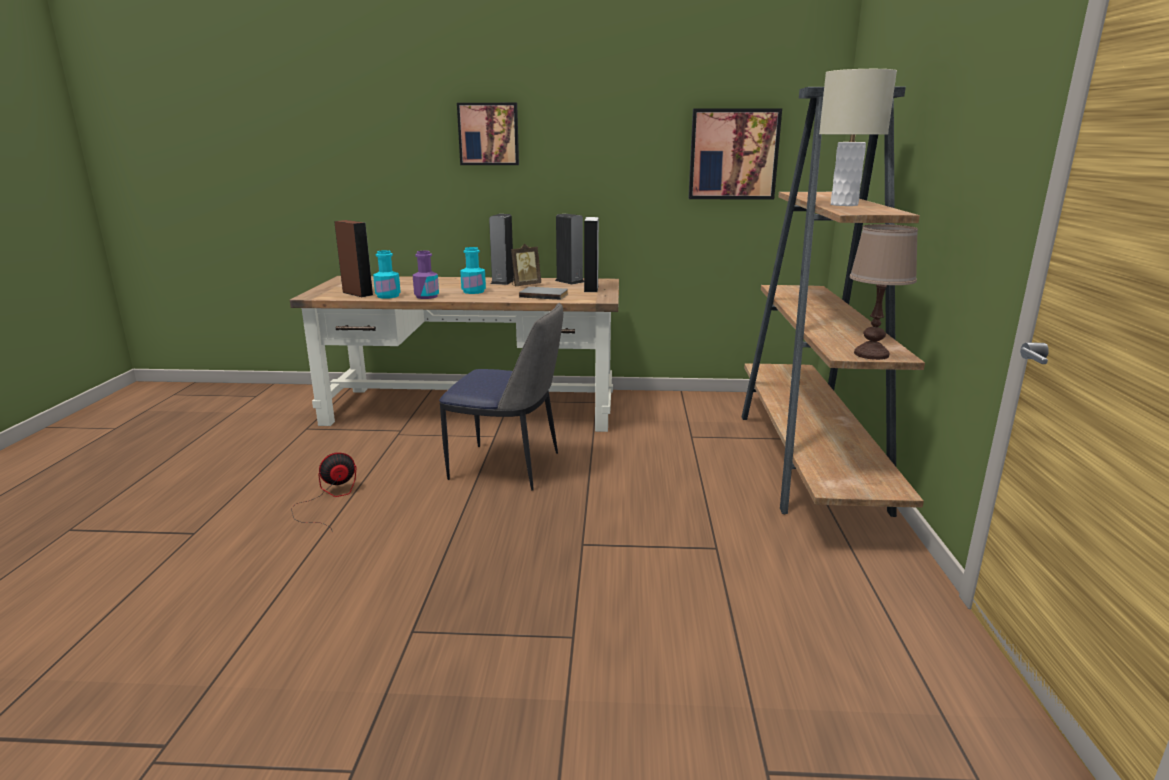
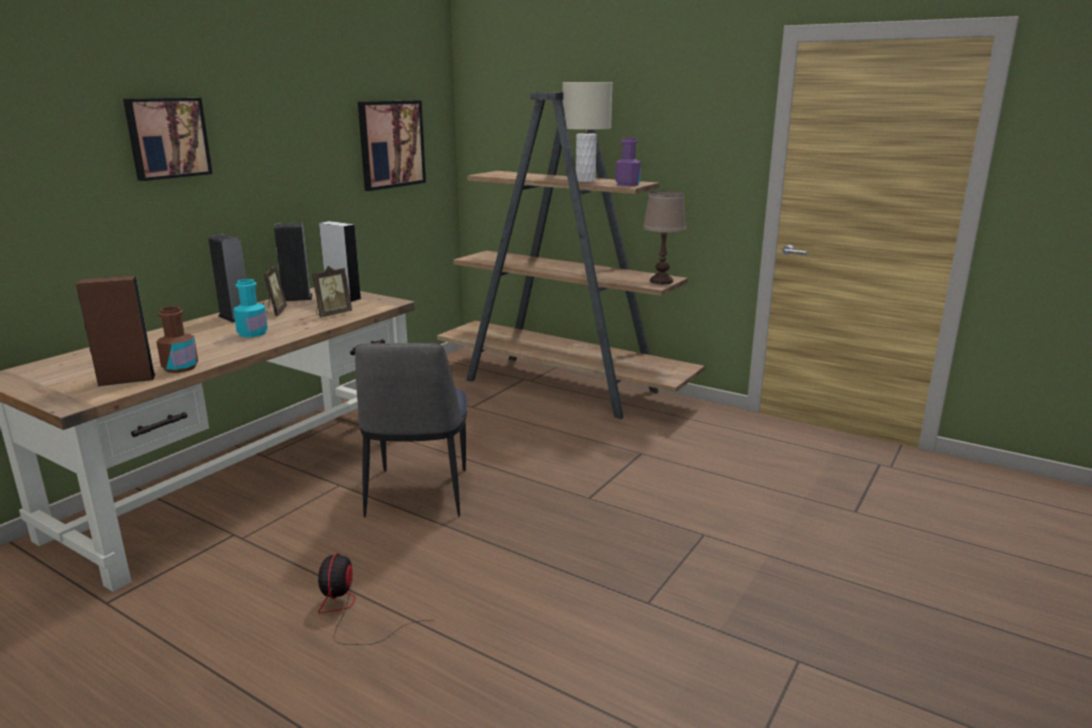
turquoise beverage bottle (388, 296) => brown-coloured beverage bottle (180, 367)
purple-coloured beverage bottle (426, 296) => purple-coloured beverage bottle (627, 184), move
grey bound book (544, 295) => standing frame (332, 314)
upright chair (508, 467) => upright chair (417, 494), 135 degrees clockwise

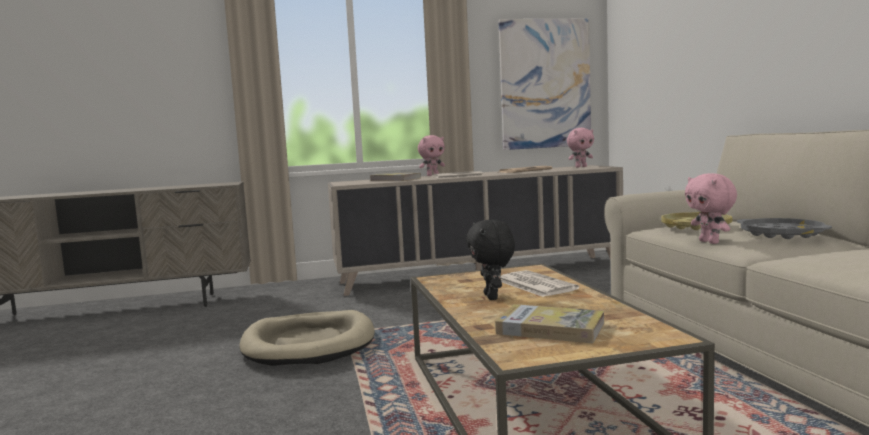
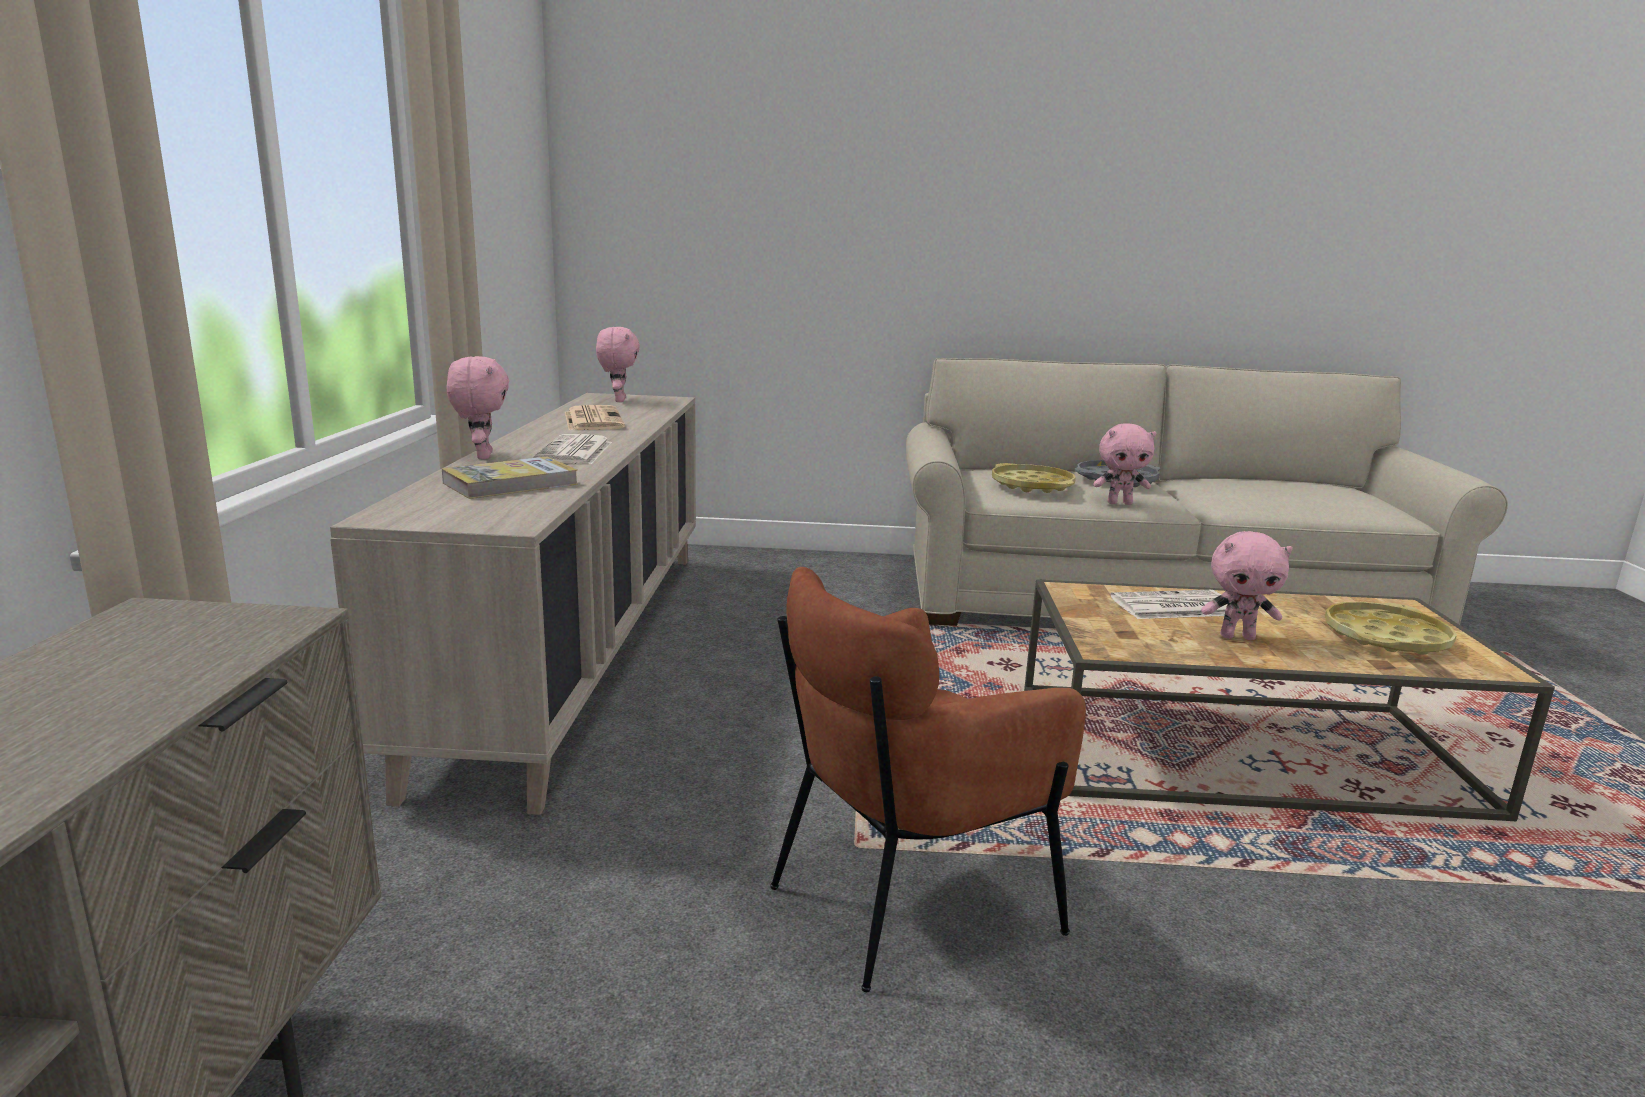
picture (545, 84) => nothing
blackish soft toy (492, 297) => pink soft toy (1237, 637)
bound book (550, 328) => yellow-coloured carrying tray (1385, 638)
beige pet bed (309, 344) => brown-coloured easy chair (905, 900)

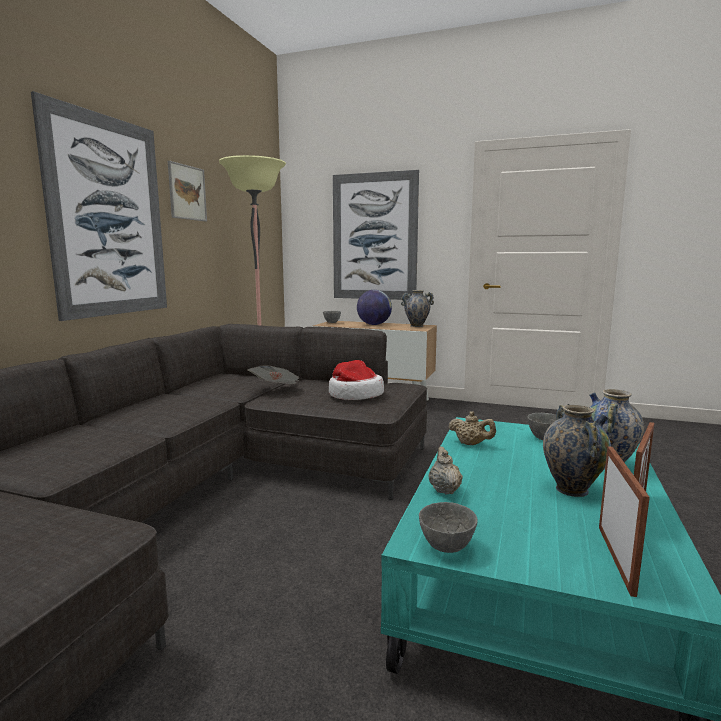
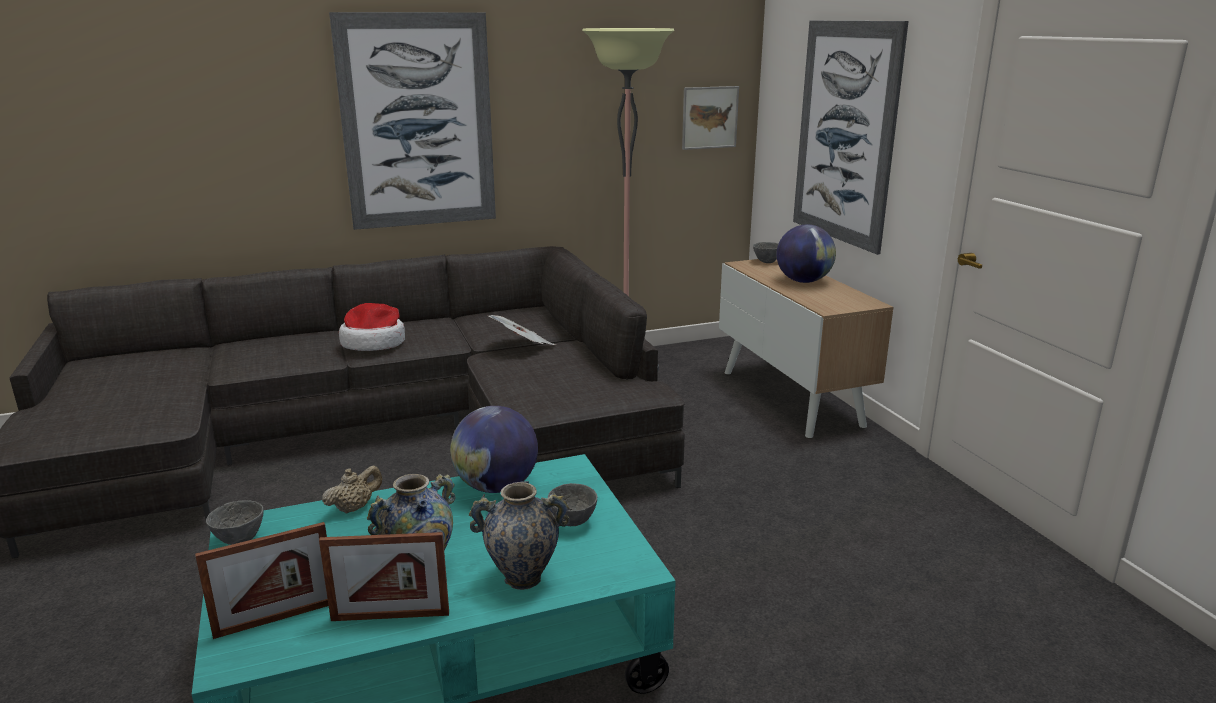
picture (187, 192) => picture (709, 117), move
vase (416, 326) => nothing
clothing hat (354, 395) => clothing hat (374, 343), move
beige pot for tea (471, 444) => globe (496, 487)

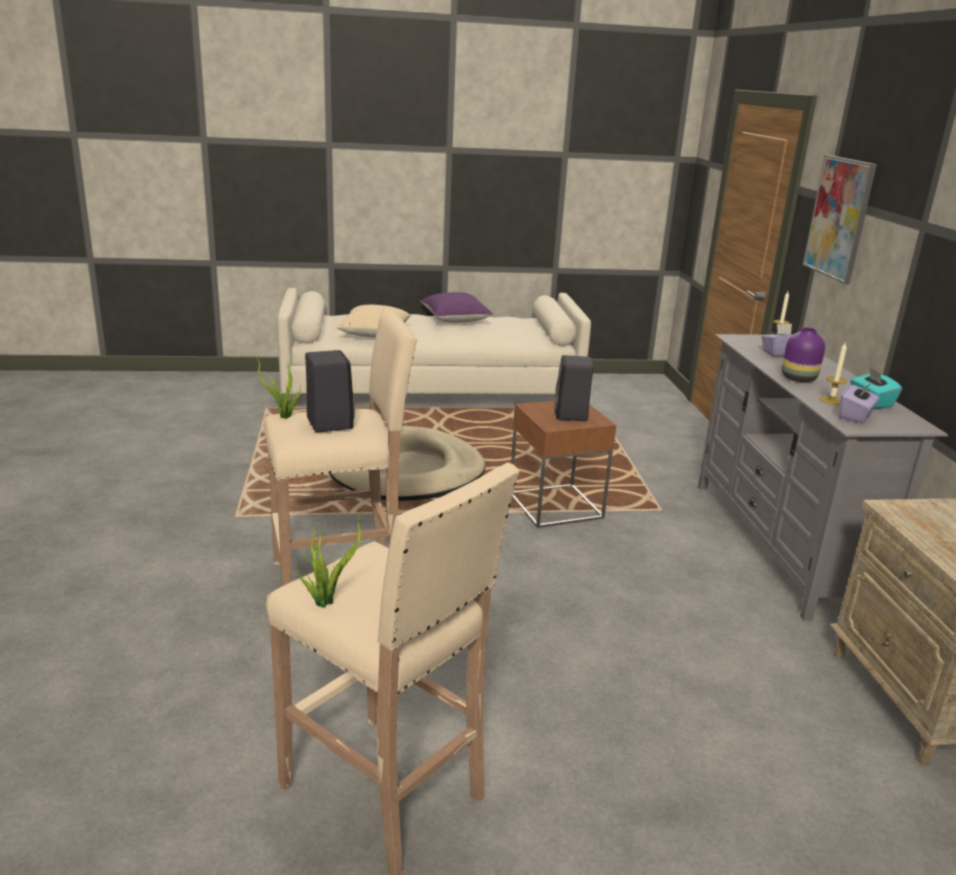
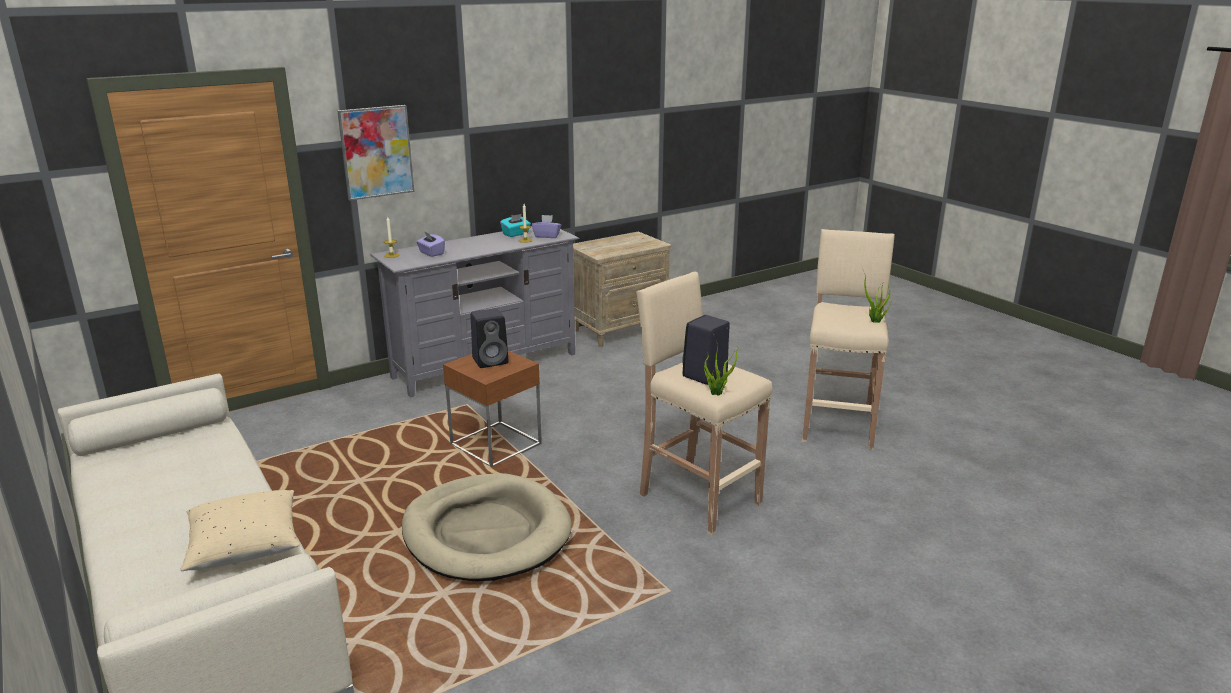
purple-coloured cushion (455, 320) => nothing
purple-coloured vase (797, 378) => nothing

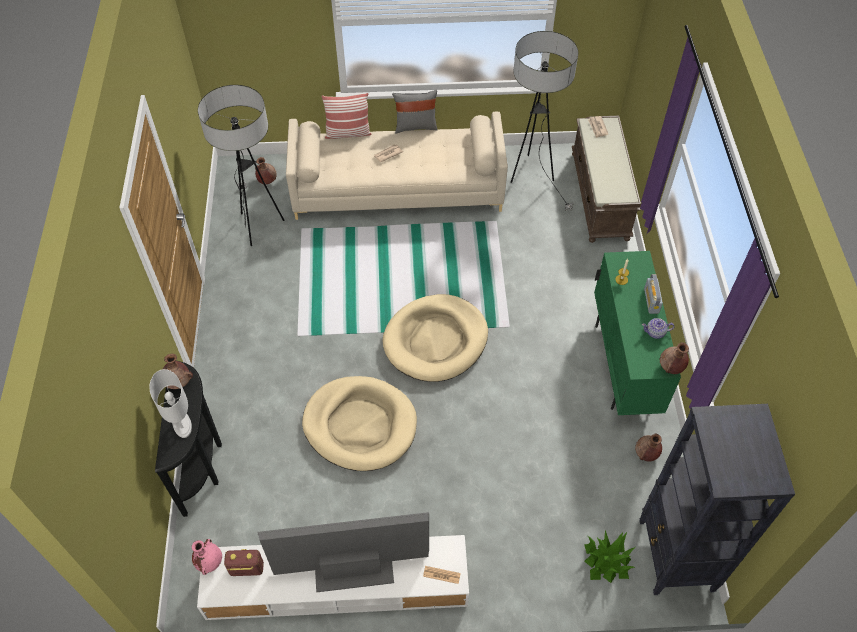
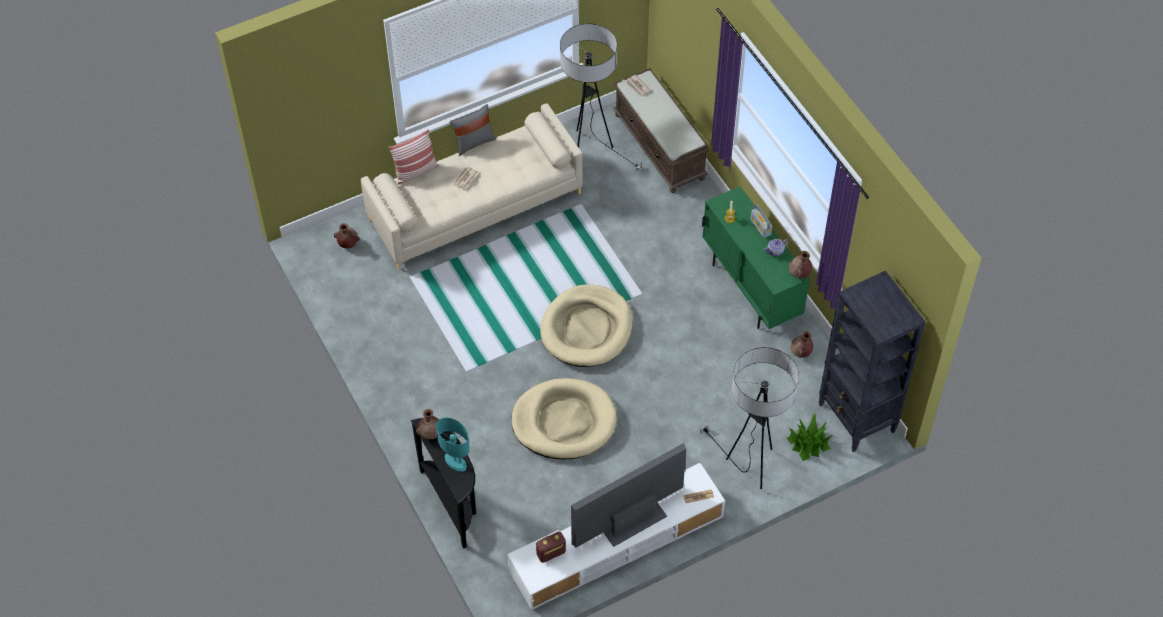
standing lamp (258, 227) => standing lamp (750, 466), move
white-coloured tabletop lamp (182, 424) => turquoise tabletop lamp (456, 462)
pink vase (209, 561) => nothing

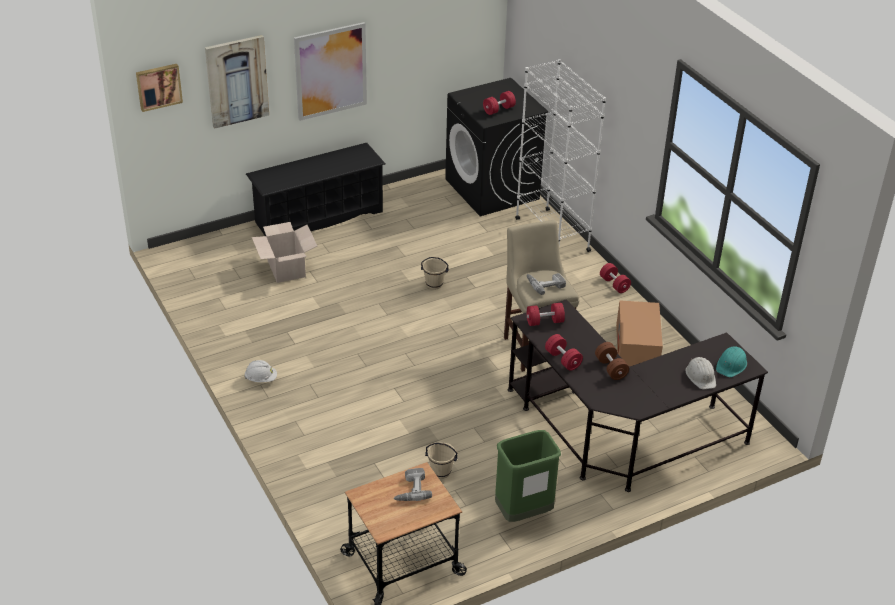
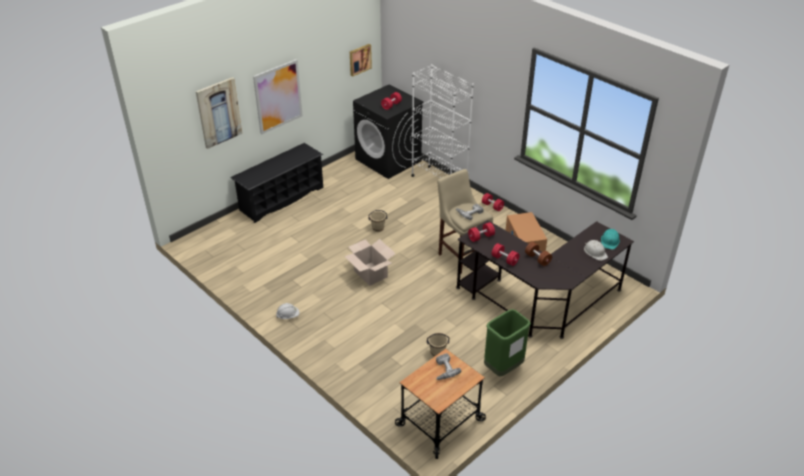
picture (158, 86) => picture (359, 59), move
packing box (287, 269) => packing box (371, 274), move

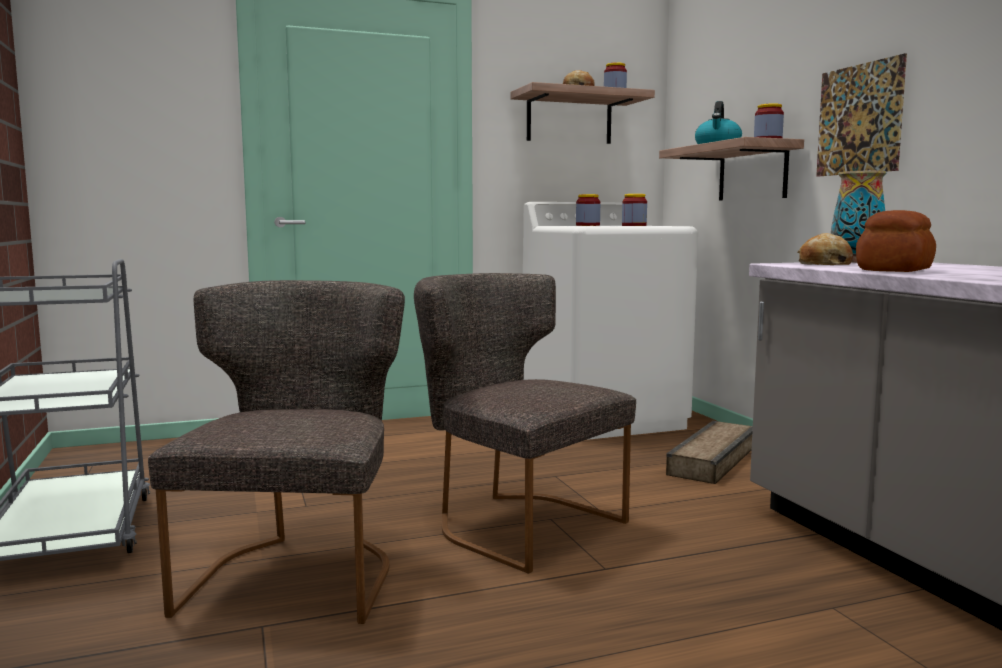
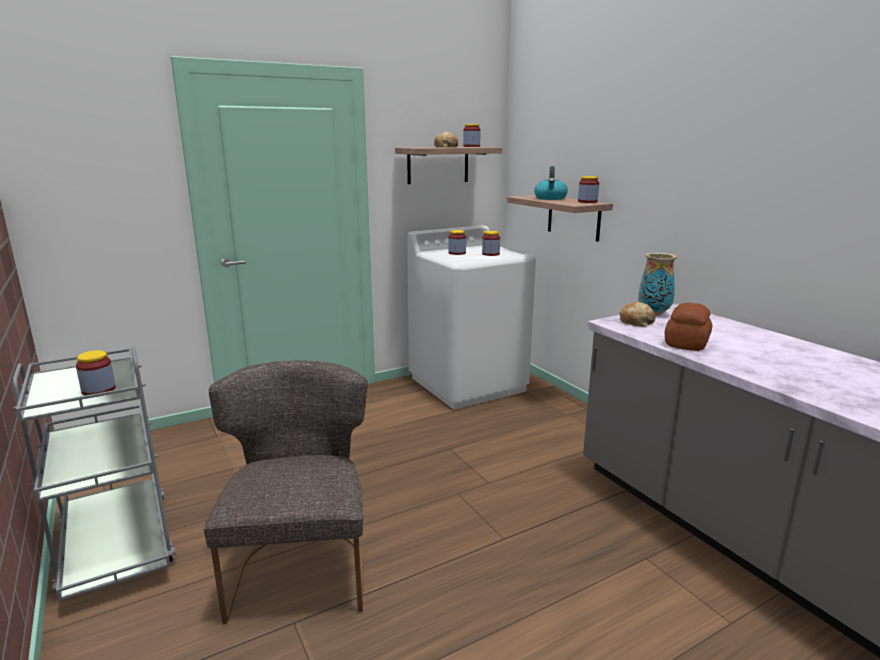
picture (859, 119) => nothing
grey upright chair (515, 523) => nothing
shipping crate (715, 459) => nothing
nothing => storage jar (98, 390)

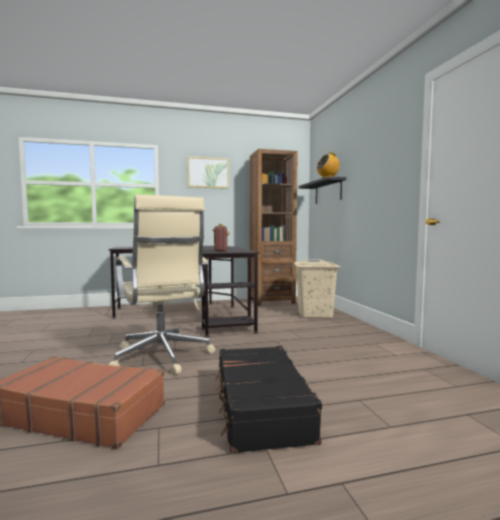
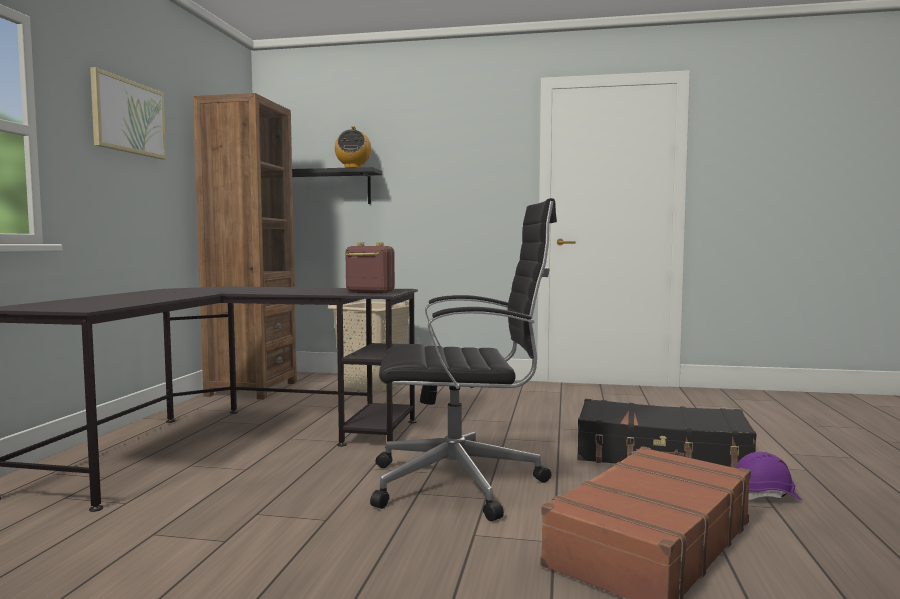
beige office chair (162, 357) => blackish office chair (462, 483)
nothing => purple-coloured hard hat (765, 496)

